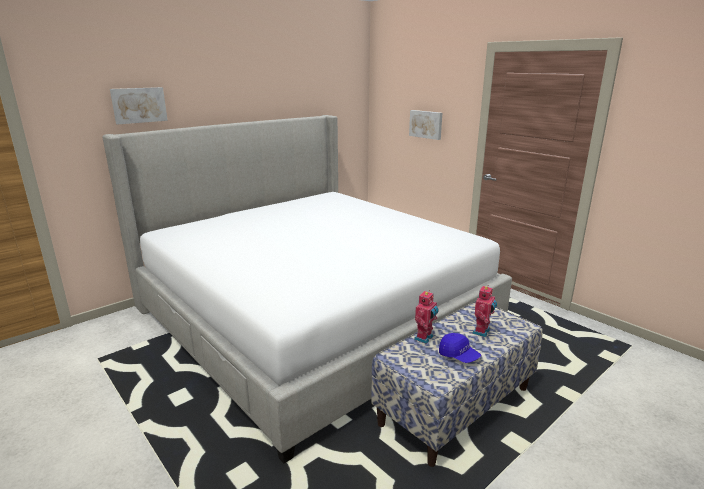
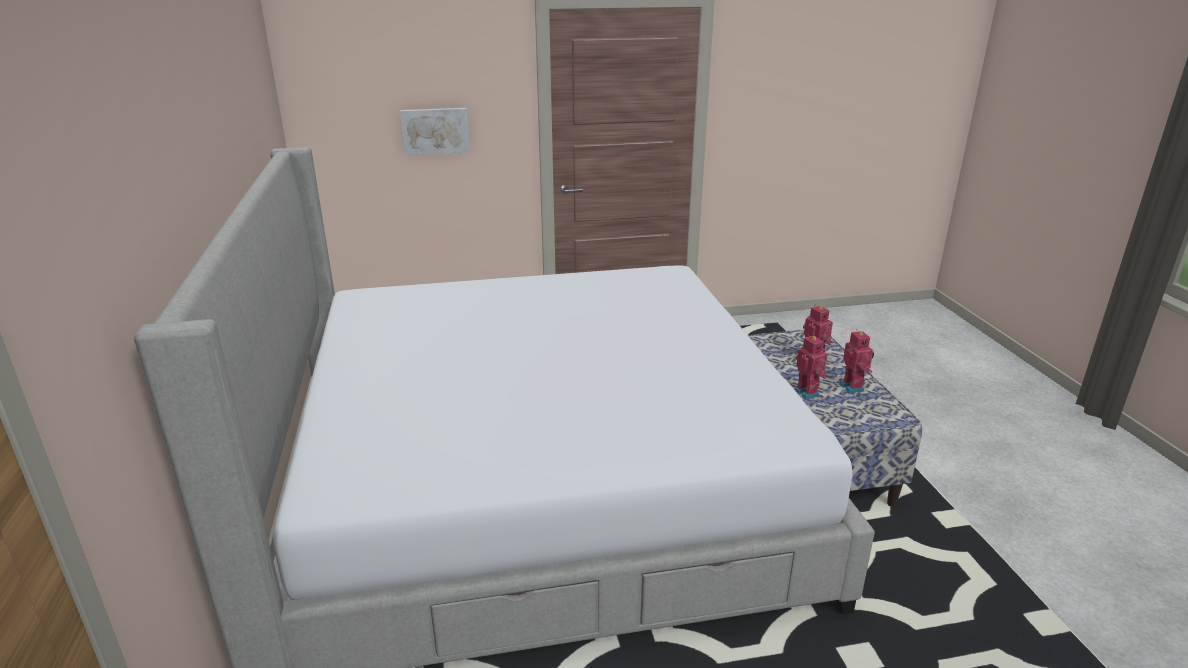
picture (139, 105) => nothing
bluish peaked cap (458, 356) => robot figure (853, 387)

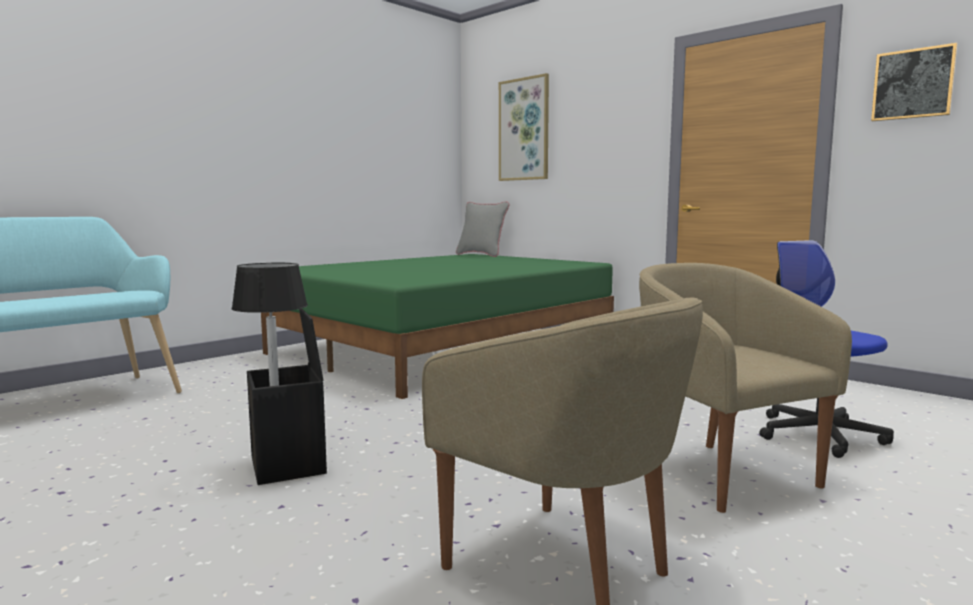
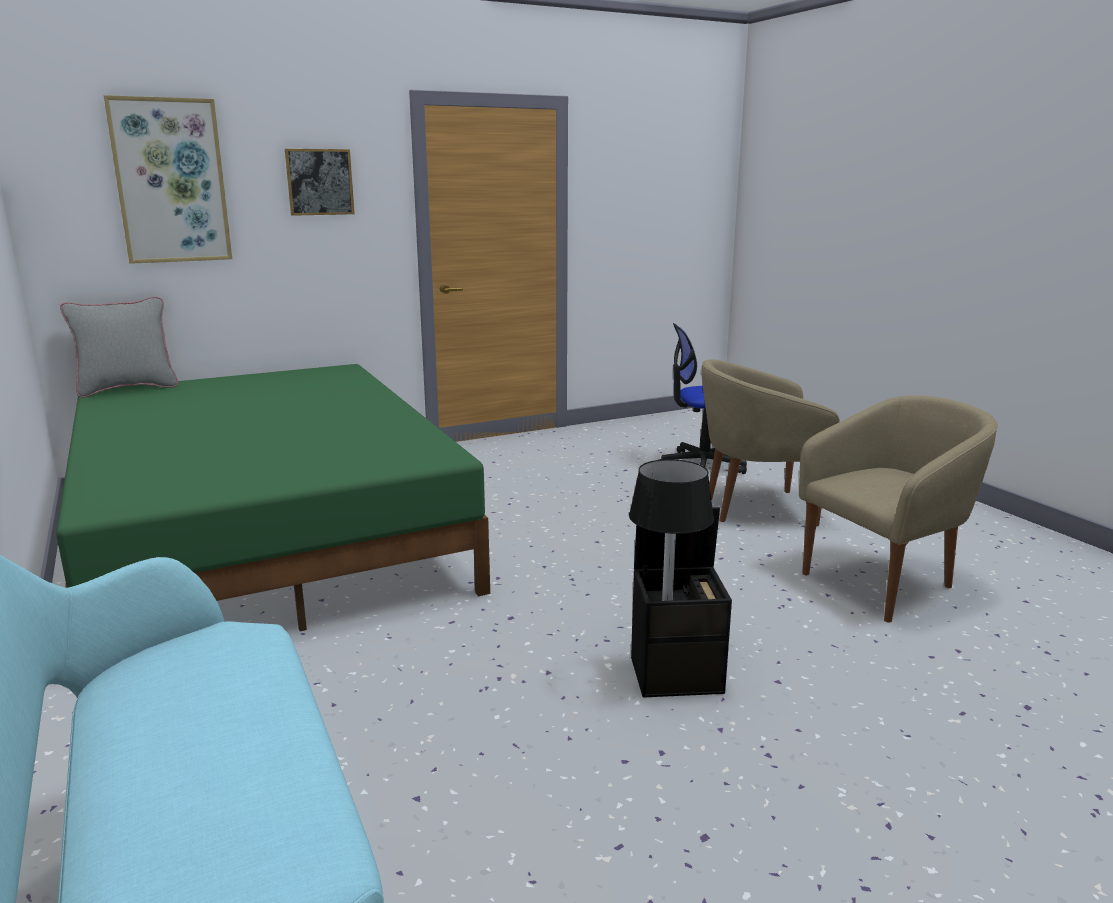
picture (912, 84) => picture (320, 182), move

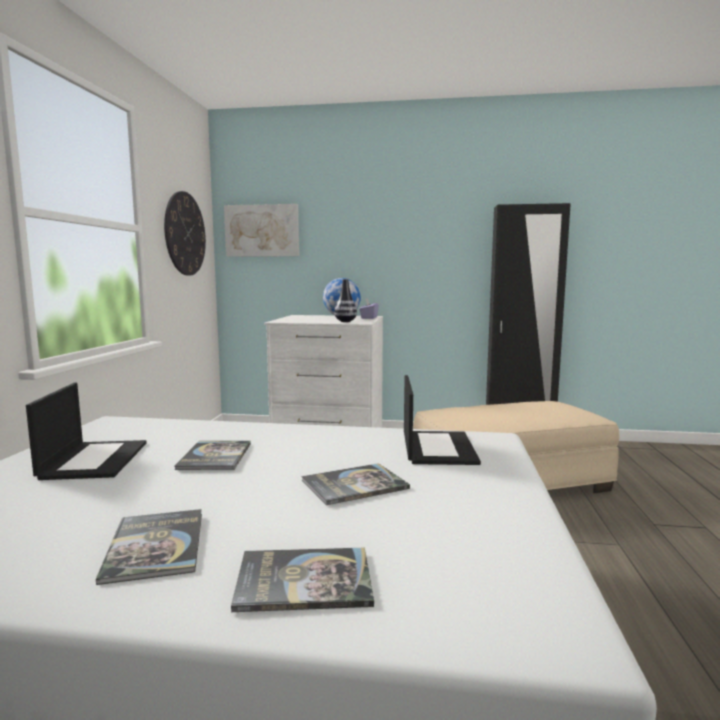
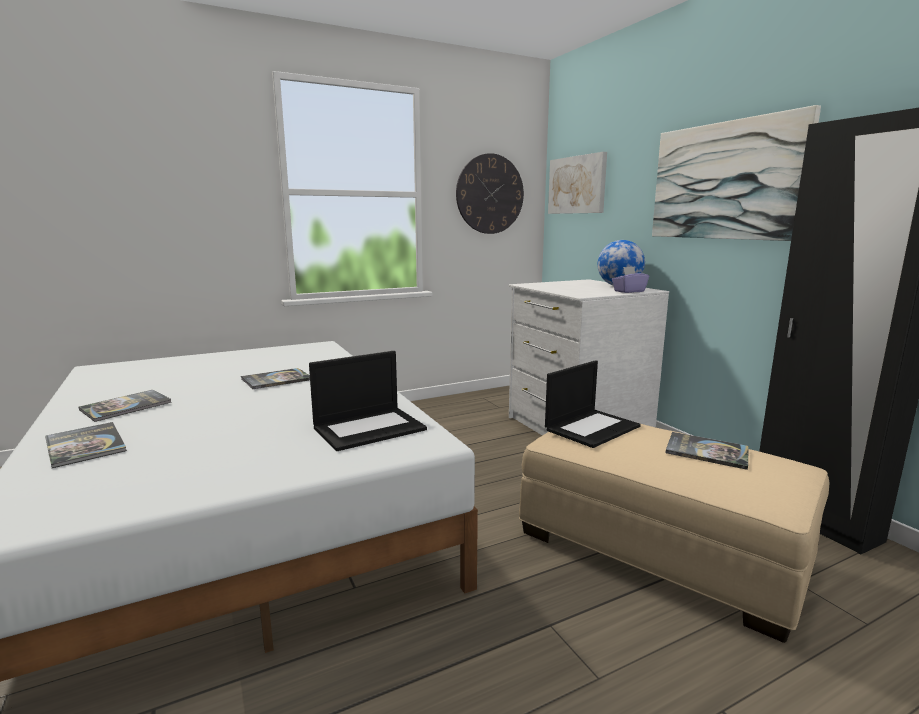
vase (345, 321) => nothing
laptop (94, 459) => laptop (592, 427), move
bound book (354, 485) => bound book (707, 451), move
nothing => picture (725, 181)

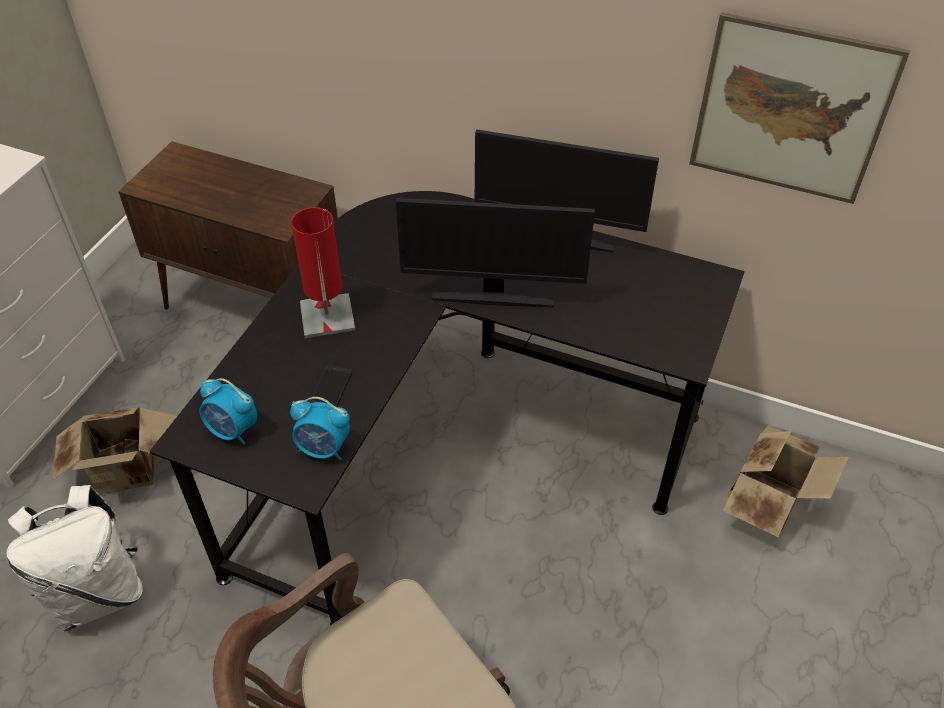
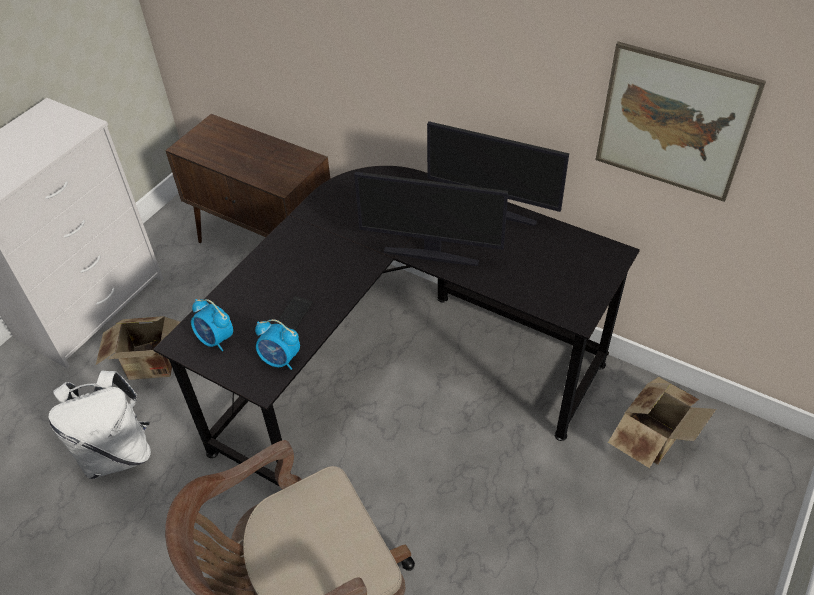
reddish tabletop lamp (327, 316) => nothing

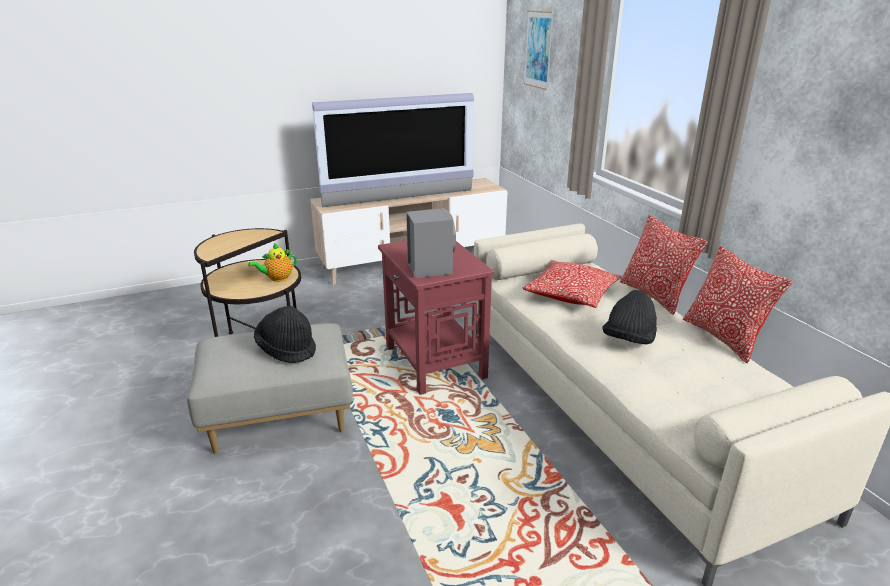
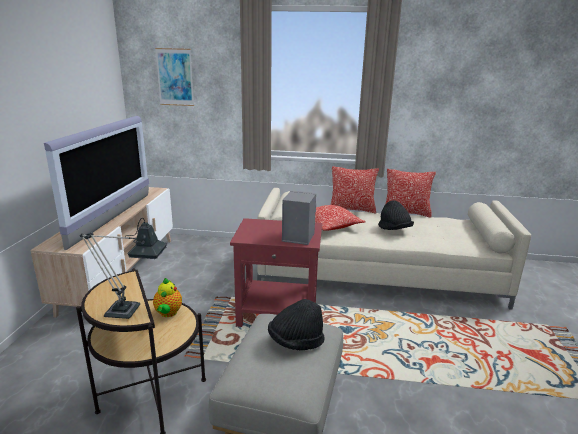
nothing => tabletop lamp (130, 312)

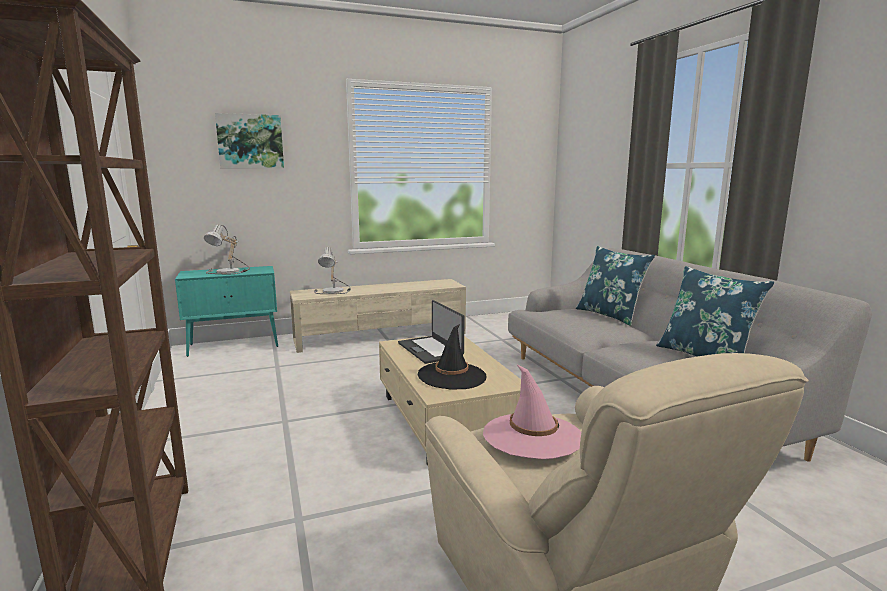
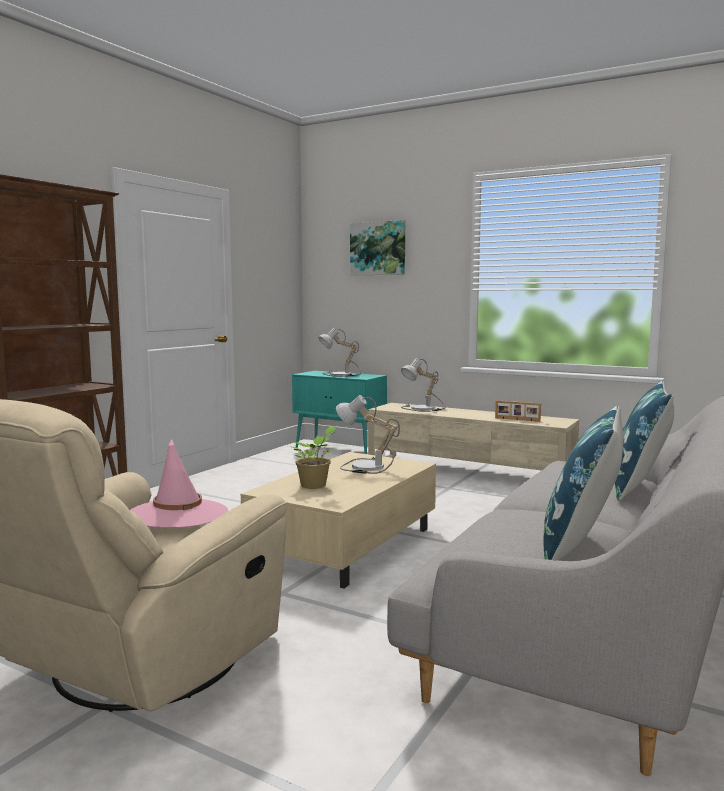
laptop (430, 350) => tabletop lamp (364, 467)
blackish clothing hat (452, 376) => houseplant (315, 485)
nothing => standing frame (517, 419)

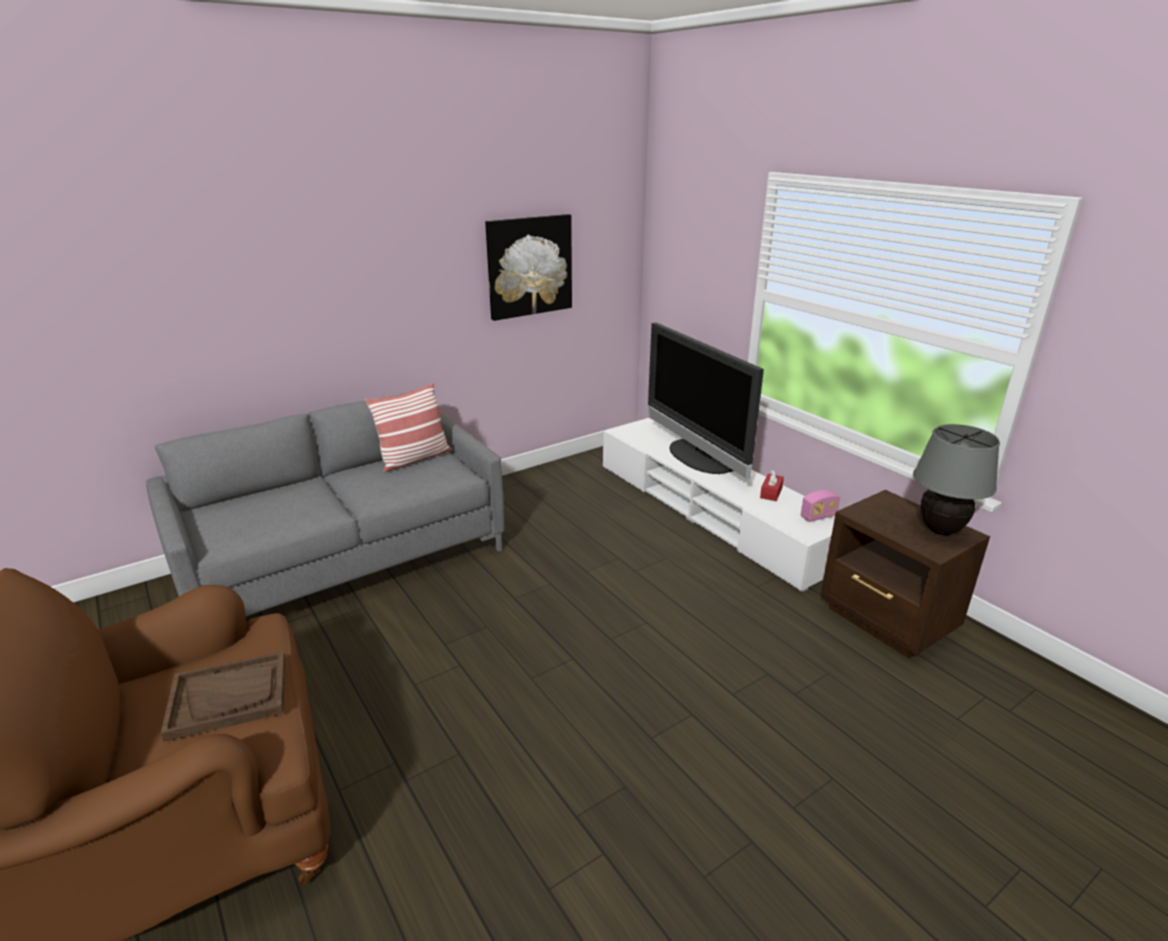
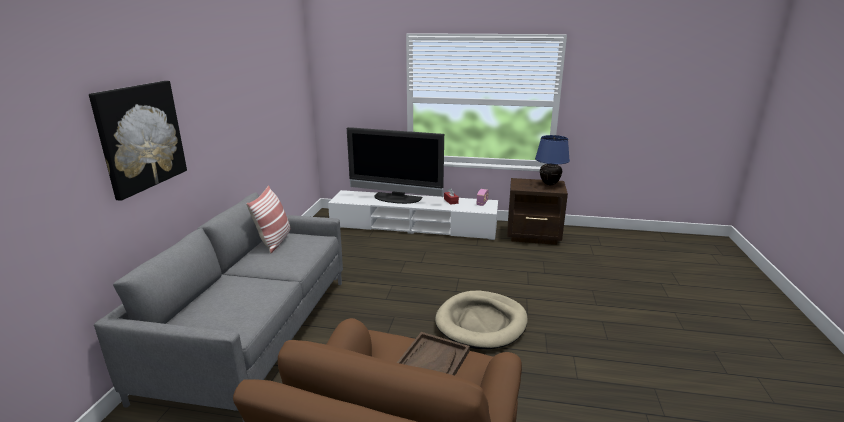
picture (529, 266) => picture (140, 137), move
grey tabletop lamp (940, 530) => bluish tabletop lamp (549, 184)
nothing => beige pet bed (481, 323)

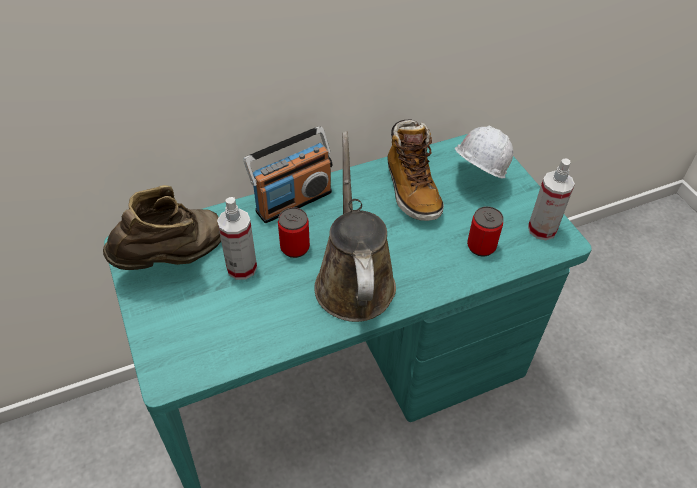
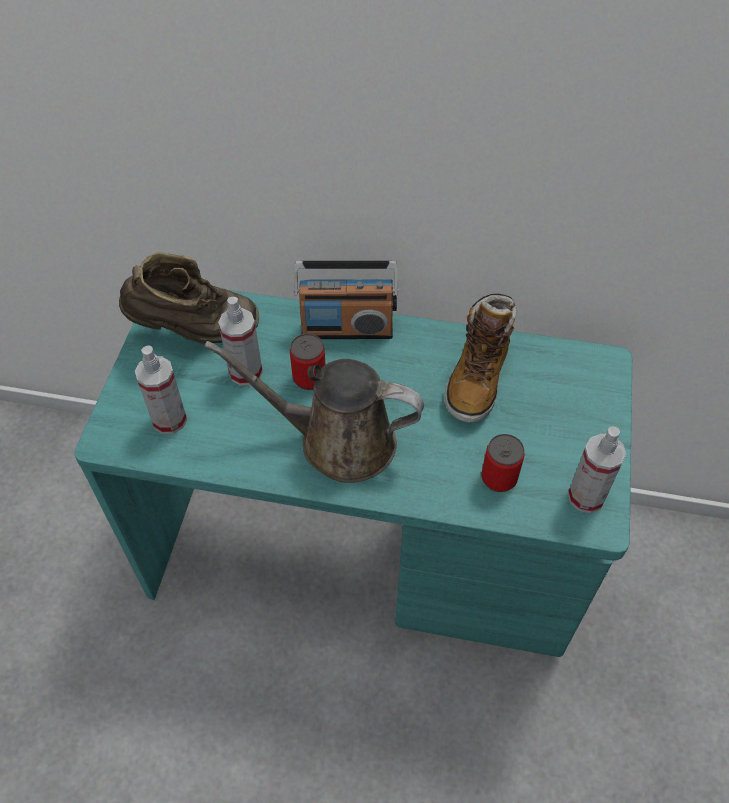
white-coloured hard hat (475, 181) => nothing
brown-coloured sprinkling can (353, 280) => brown-coloured sprinkling can (337, 441), 105 degrees counterclockwise
nothing => spray bottle (169, 420)

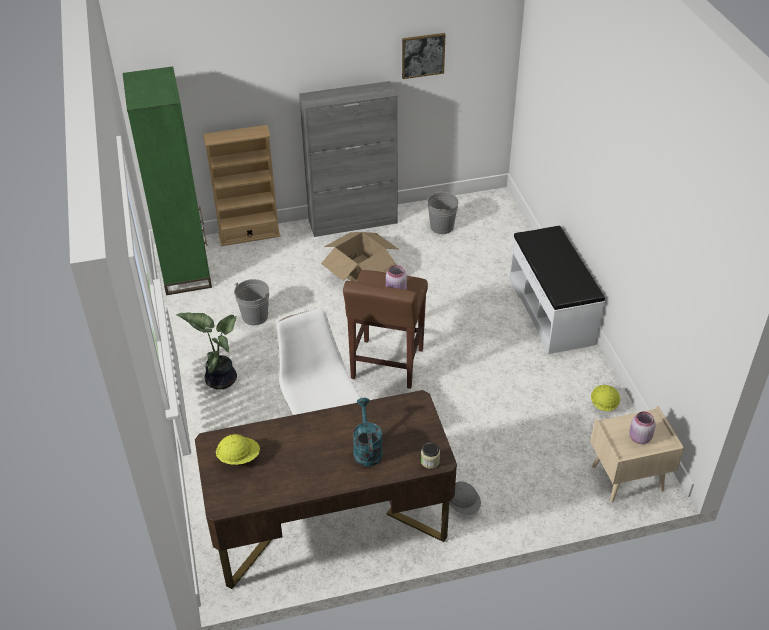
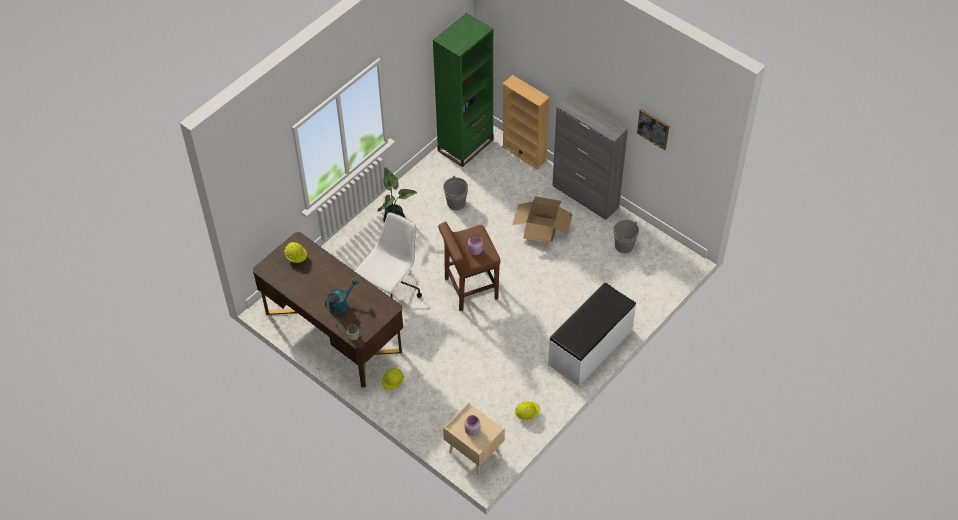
grey hard hat (463, 505) => yellow-coloured hard hat (393, 383)

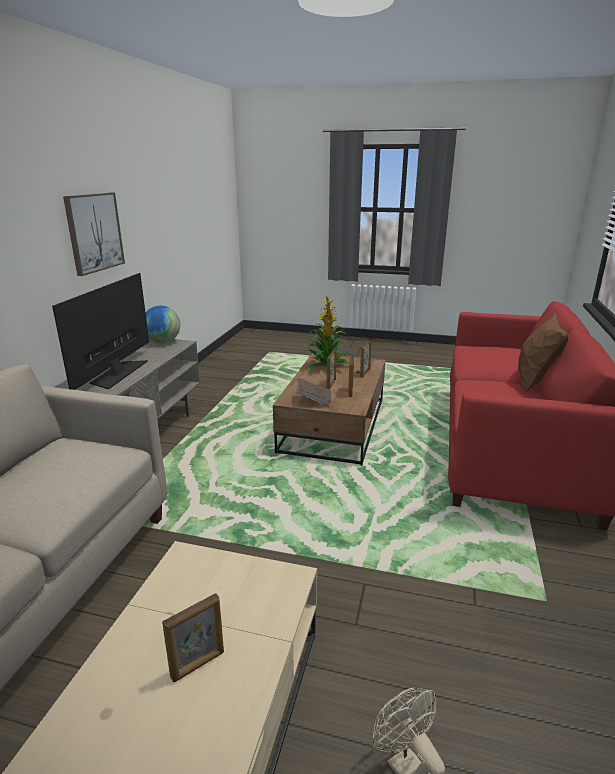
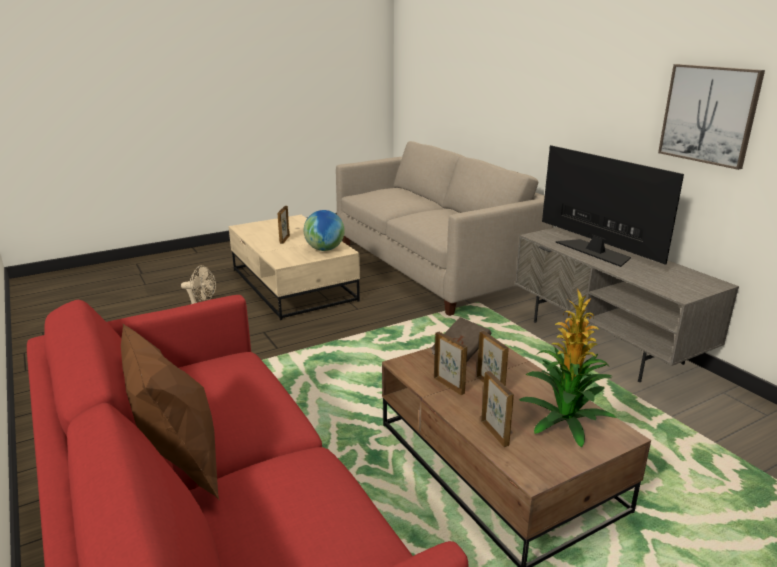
globe (163, 342) => globe (325, 249), move

